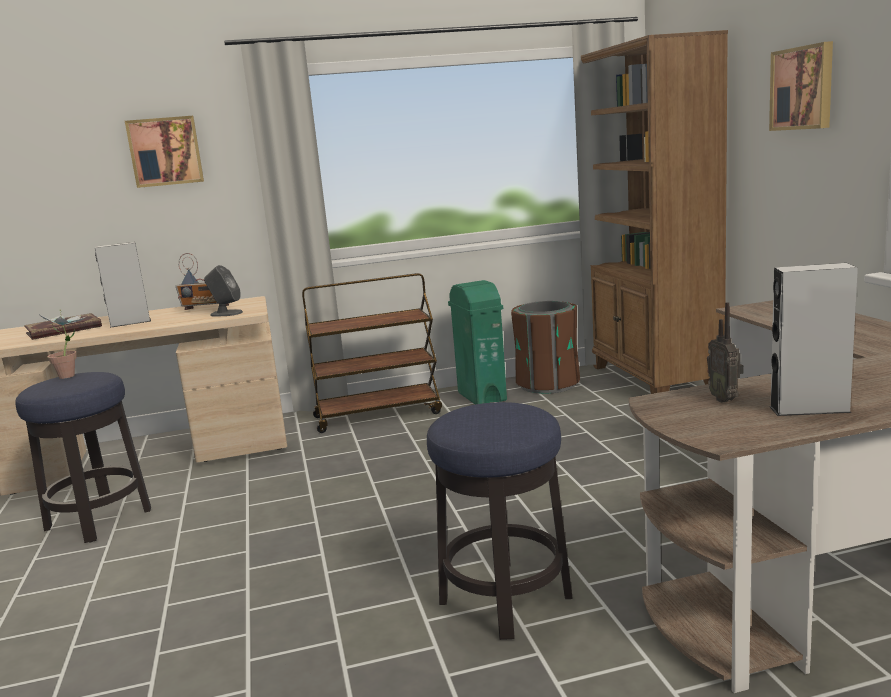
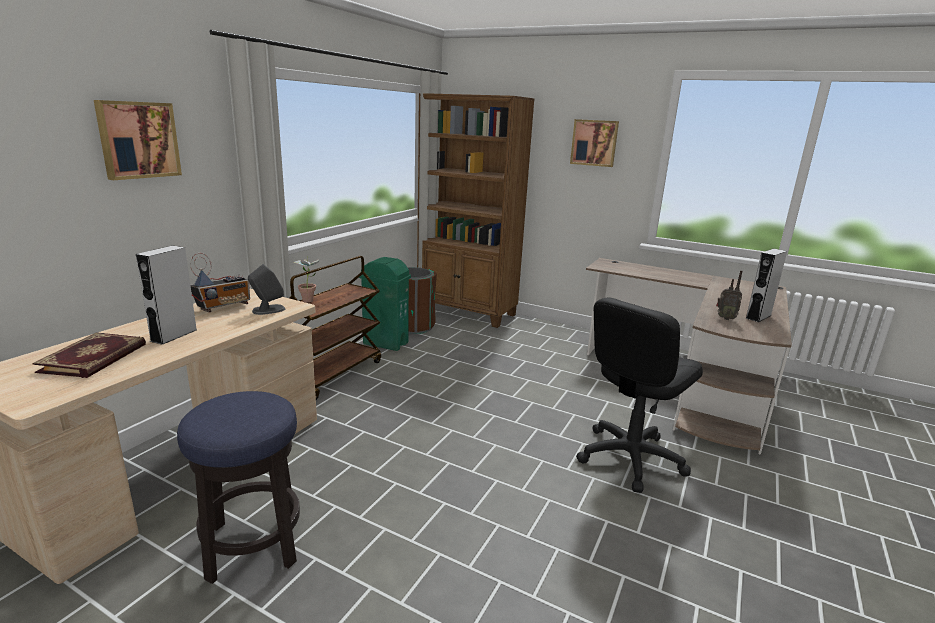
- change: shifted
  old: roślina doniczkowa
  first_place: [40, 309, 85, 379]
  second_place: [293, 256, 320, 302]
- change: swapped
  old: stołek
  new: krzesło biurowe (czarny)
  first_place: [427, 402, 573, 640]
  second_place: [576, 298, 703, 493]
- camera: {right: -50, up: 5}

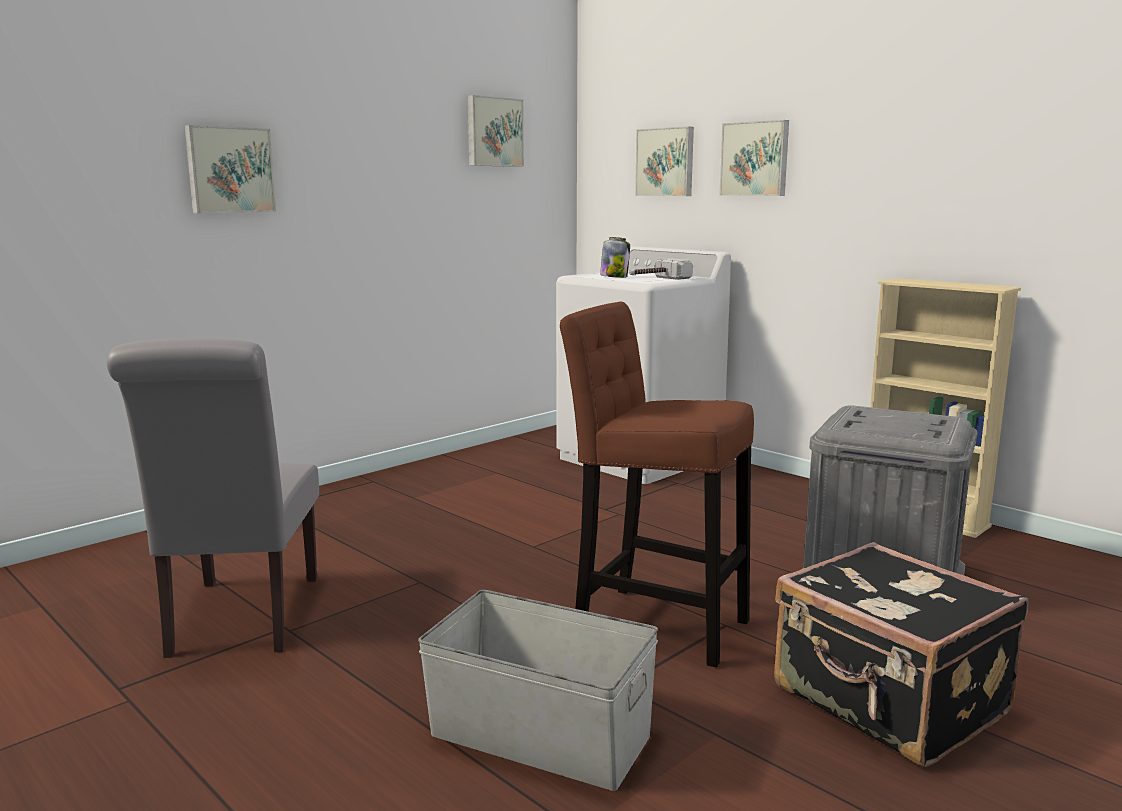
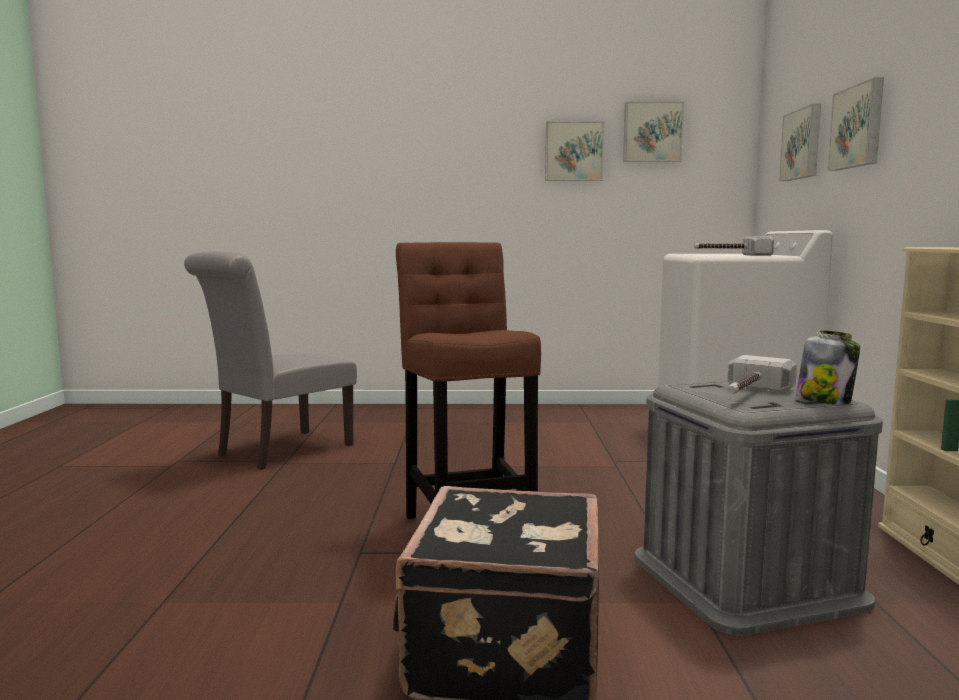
- change: shifted
  old: obraz
  first_place: [184, 125, 276, 213]
  second_place: [545, 121, 604, 181]
- change: gone
  old: pojemnik do przechowywania (szary)
  first_place: [418, 590, 658, 791]
- change: shifted
  old: słoik
  first_place: [600, 237, 630, 278]
  second_place: [796, 330, 860, 405]
- change: new
  new: młotek
  second_place: [727, 355, 797, 394]
- camera: {right: 45, up: -5}

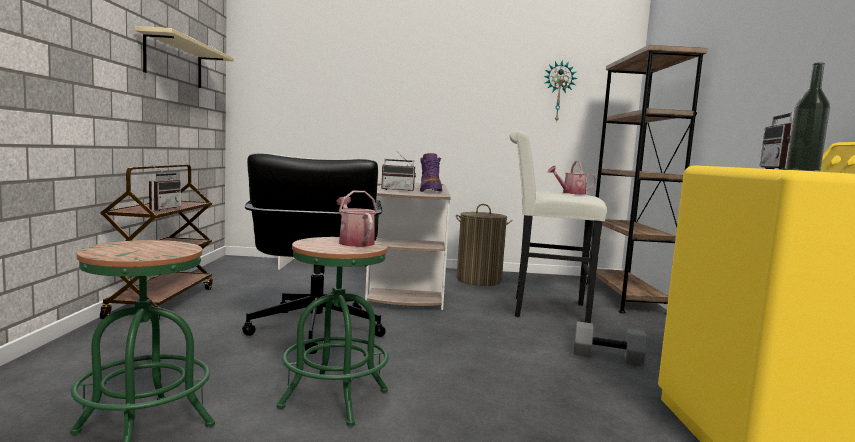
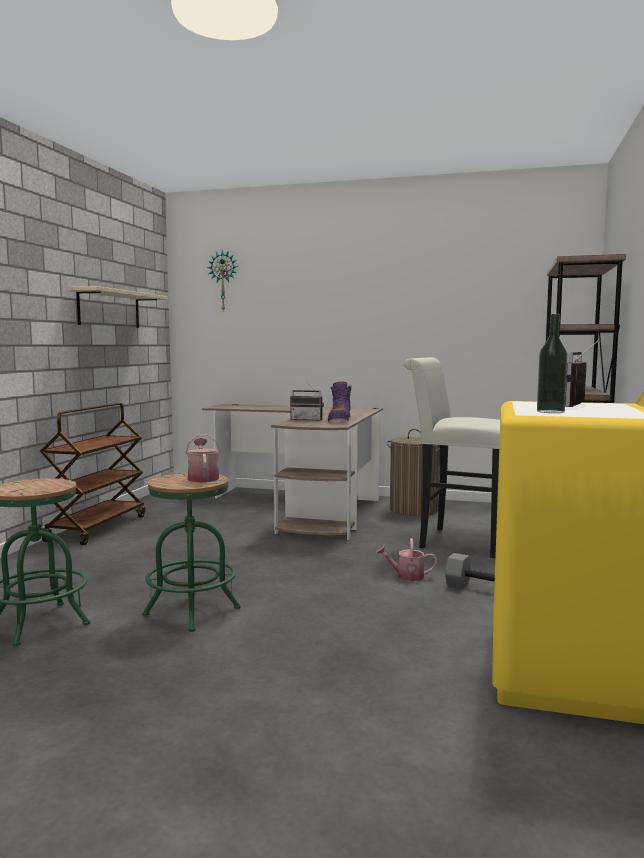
- change: gone
  old: radio
  first_place: [149, 163, 181, 211]
- change: gone
  old: krzesło biurowe (czarny)
  first_place: [242, 153, 386, 354]
- change: shifted
  old: zegar ścienny
  first_place: [544, 61, 578, 123]
  second_place: [207, 250, 238, 312]
- change: shifted
  old: konewka
  first_place: [547, 161, 596, 195]
  second_place: [376, 538, 437, 581]
- camera: {right: 15, up: 0}

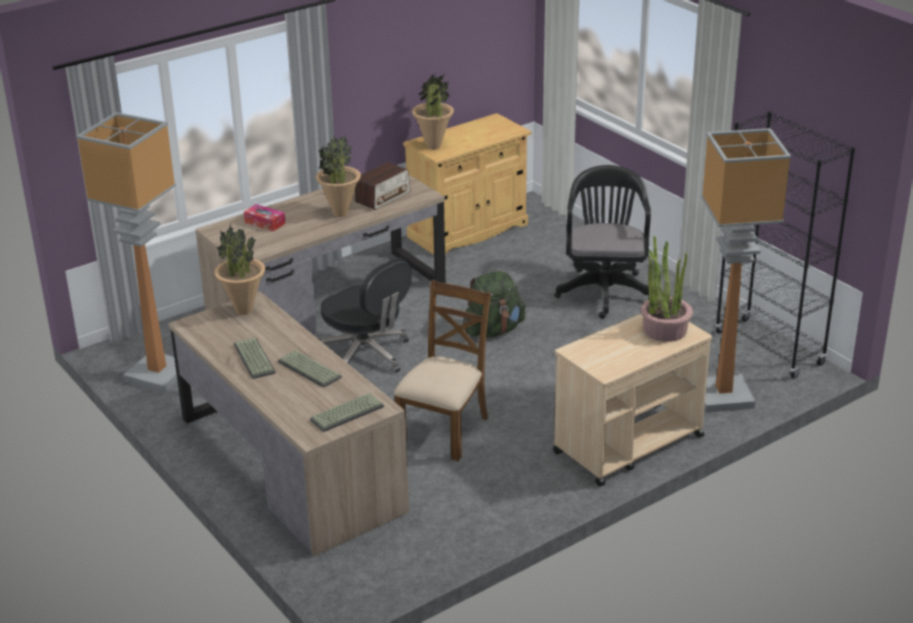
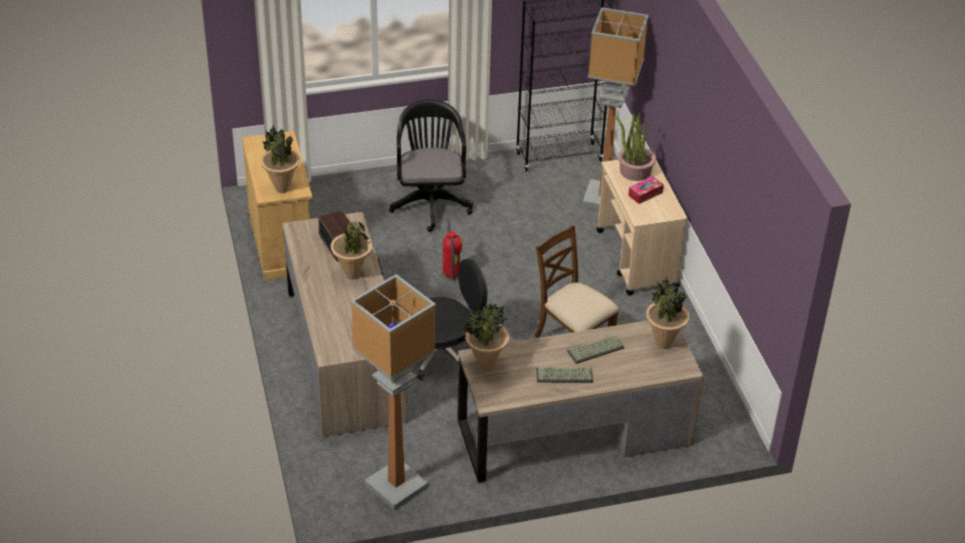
- change: shifted
  old: pudełko chusteczek
  first_place: [244, 204, 285, 232]
  second_place: [628, 176, 664, 204]
- change: swapped
  old: klawiatura
  new: roślina doniczkowa
  first_place: [310, 393, 384, 432]
  second_place: [646, 277, 689, 349]
- change: swapped
  old: plecak (zielony)
  new: gaśnica
  first_place: [463, 271, 525, 338]
  second_place: [443, 219, 462, 281]
- change: rotated
  old: krzesło biurowe (czarny)
  first_place: [554, 165, 651, 319]
  second_place: [389, 99, 473, 232]
  degrees: 60
- camera: {right: -70, up: 10}

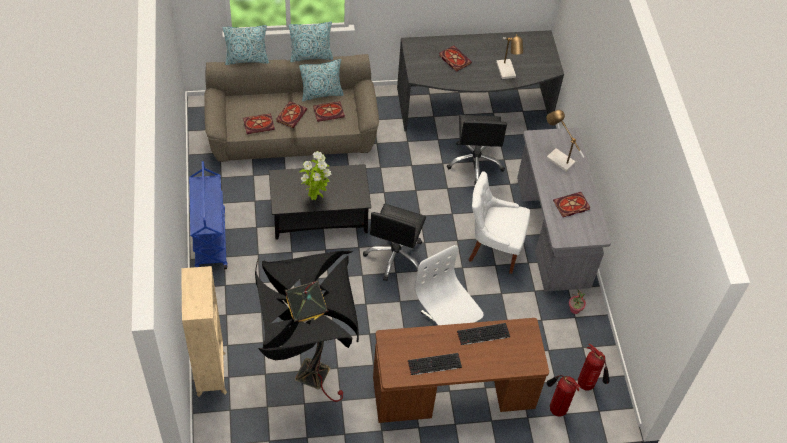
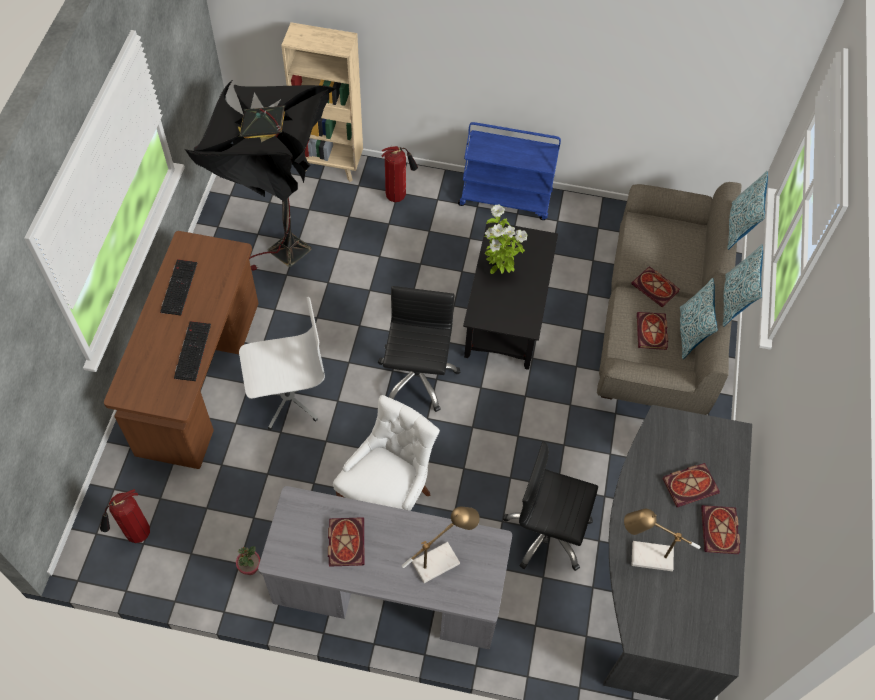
- change: shifted
  old: książka
  first_place: [243, 113, 275, 134]
  second_place: [701, 505, 740, 554]
- change: rotated
  old: krzesło biurowe (czarny)
  first_place: [363, 204, 426, 281]
  second_place: [378, 286, 460, 412]
  degrees: 60
- change: shifted
  old: gaśnica
  first_place: [547, 375, 581, 417]
  second_place: [381, 146, 418, 202]
- camera: {right: 110, up: 5}

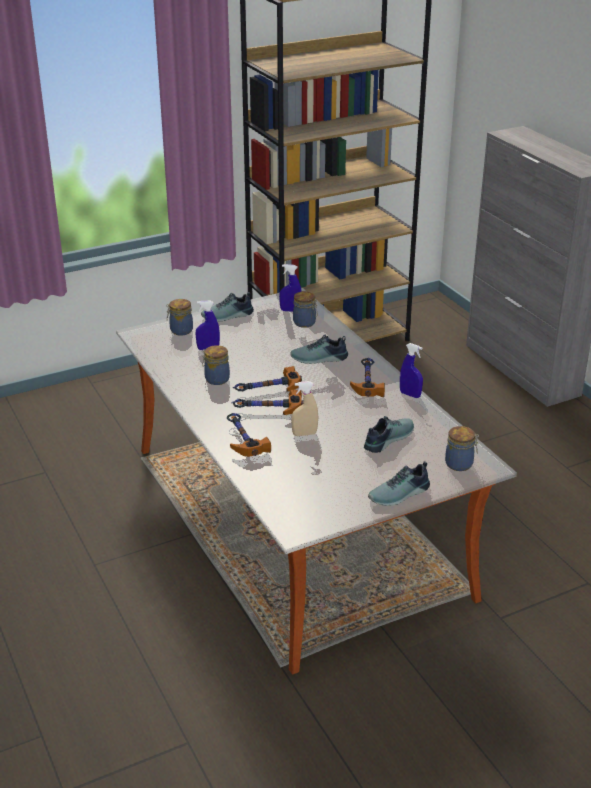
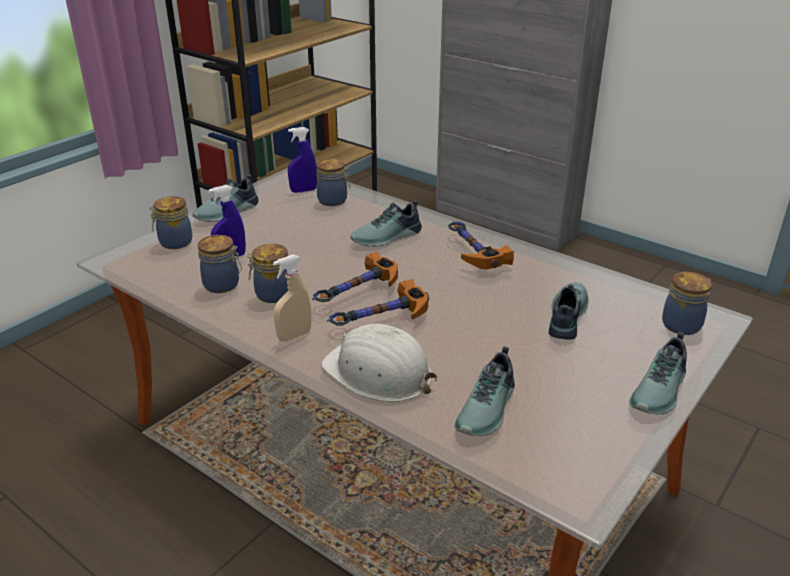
- change: swapped
  old: młotek
  new: kask (biały)
  first_place: [227, 413, 271, 457]
  second_place: [321, 324, 437, 402]
- change: shifted
  old: spryskiwacz (beżowy)
  first_place: [291, 381, 318, 436]
  second_place: [273, 255, 311, 342]
- change: gone
  old: spryskiwacz (niebieski)
  first_place: [400, 343, 423, 398]
- change: new
  new: słoik
  second_place: [198, 235, 242, 293]
- change: new
  new: but
  second_place: [455, 346, 515, 436]
- camera: {right: -25, up: 0}

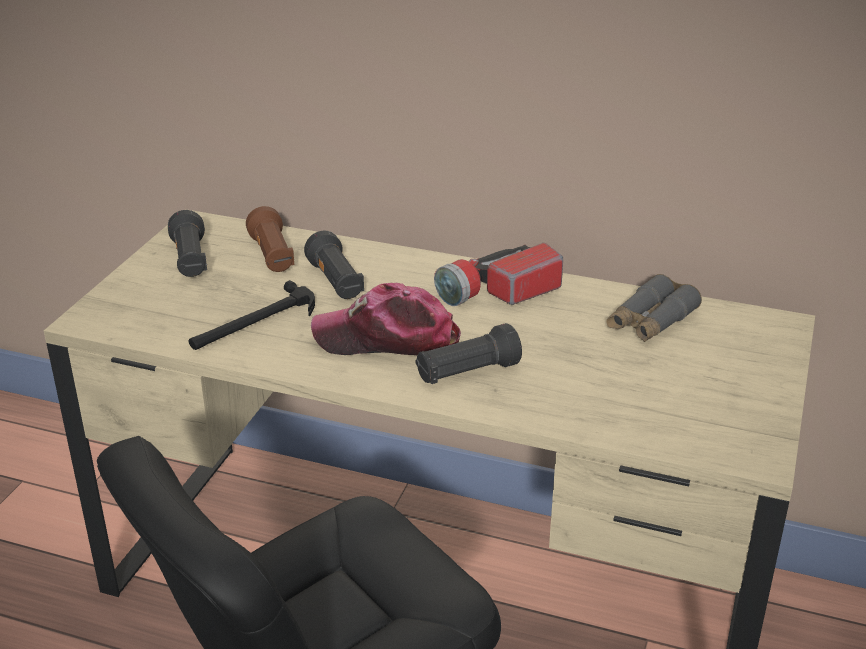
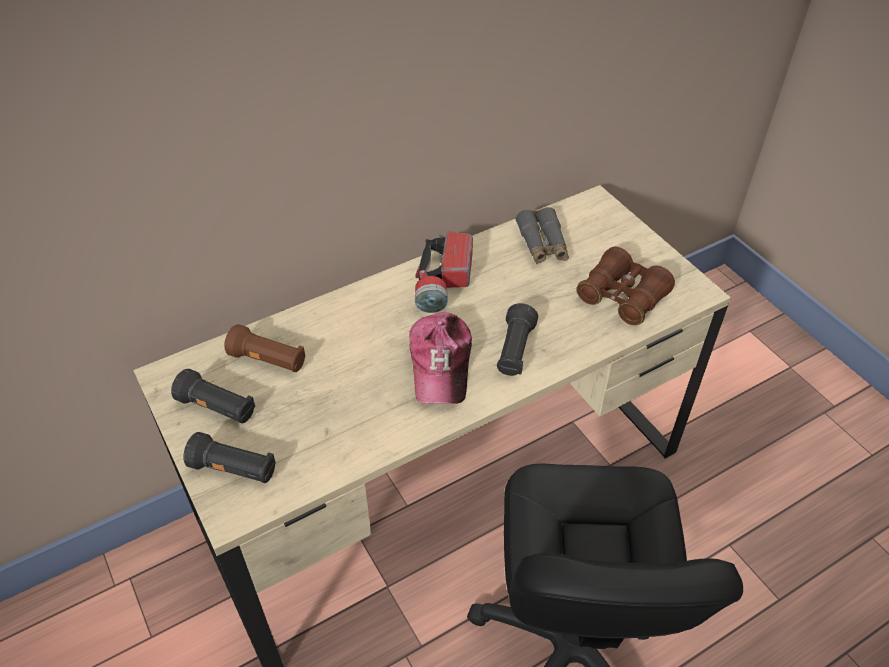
- change: gone
  old: młotek
  first_place: [189, 280, 315, 350]
- change: shifted
  old: latarka (czarny)
  first_place: [304, 230, 364, 299]
  second_place: [183, 432, 276, 483]
- change: rotated
  old: czapka z daszkiem
  first_place: [311, 283, 461, 355]
  second_place: [409, 312, 472, 404]
  degrees: -45
- change: new
  new: lornetka (brązowy)
  second_place: [576, 247, 675, 326]
- camera: {right: -50, up: 15}

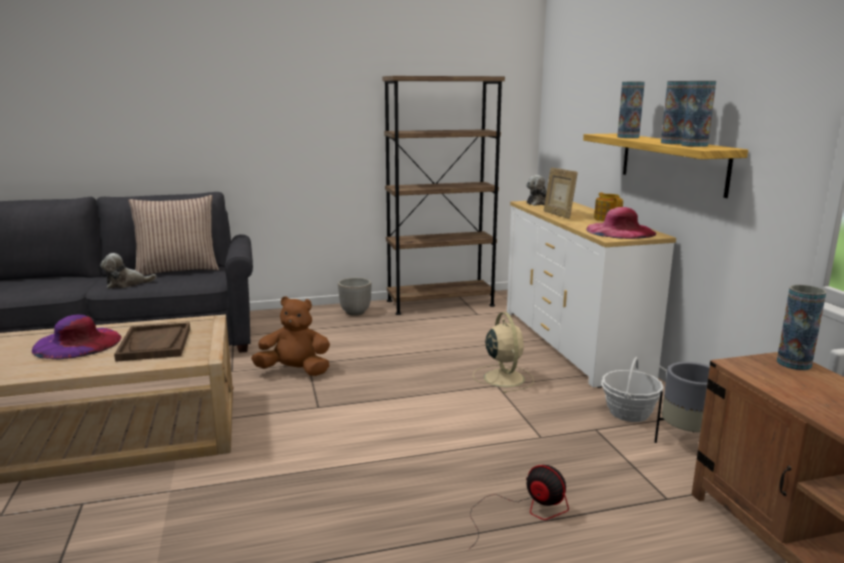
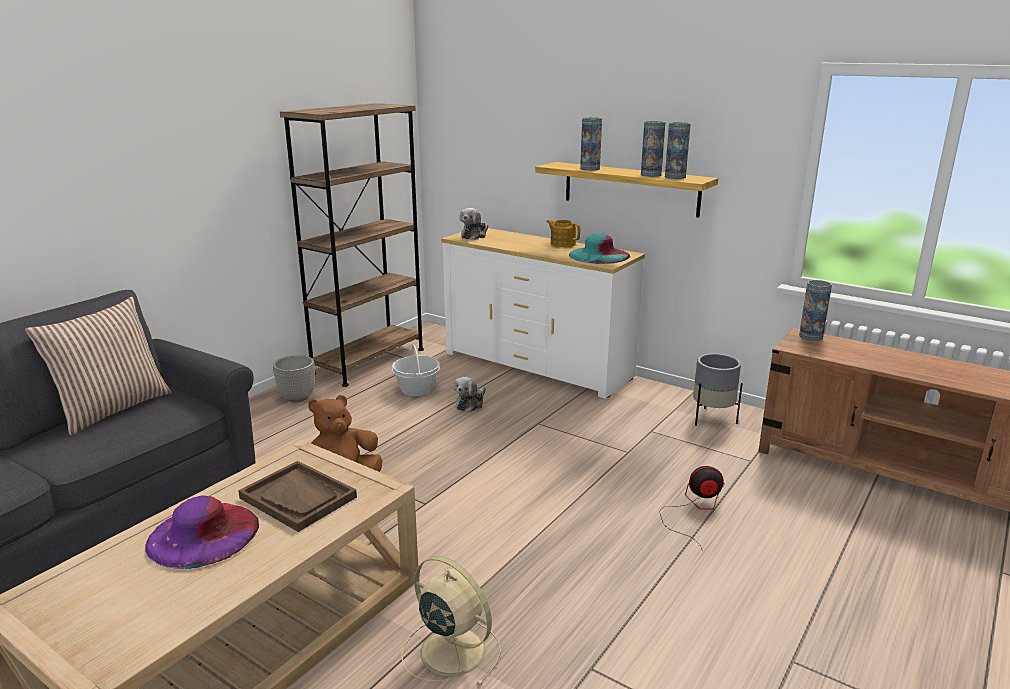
- change: shifted
  old: pluszak
  first_place: [100, 253, 157, 289]
  second_place: [454, 377, 486, 412]
- change: shifted
  old: wentylator (beżowy)
  first_place: [473, 312, 534, 393]
  second_place: [401, 556, 501, 686]
- change: gone
  old: ramka na zdjęcie
  first_place: [544, 168, 578, 218]
- change: repainted
  old: kapelusz (różowy)
  new: kapelusz (turkusowy)
  first_place: [586, 207, 656, 239]
  second_place: [569, 233, 630, 264]
- change: shifted
  old: koszyk
  first_place: [601, 357, 664, 422]
  second_place: [392, 344, 440, 396]
- camera: {right: -40, up: 5}

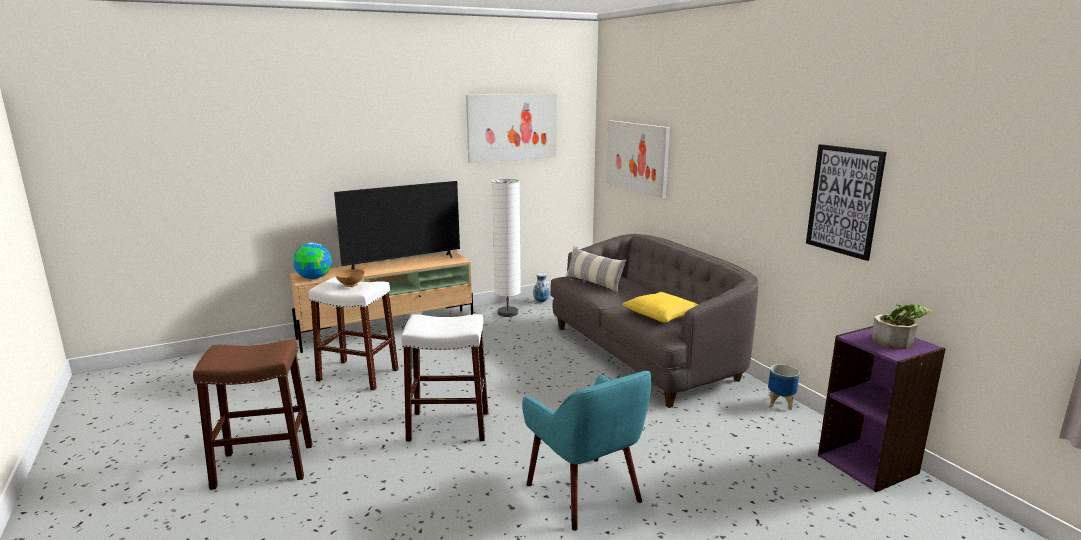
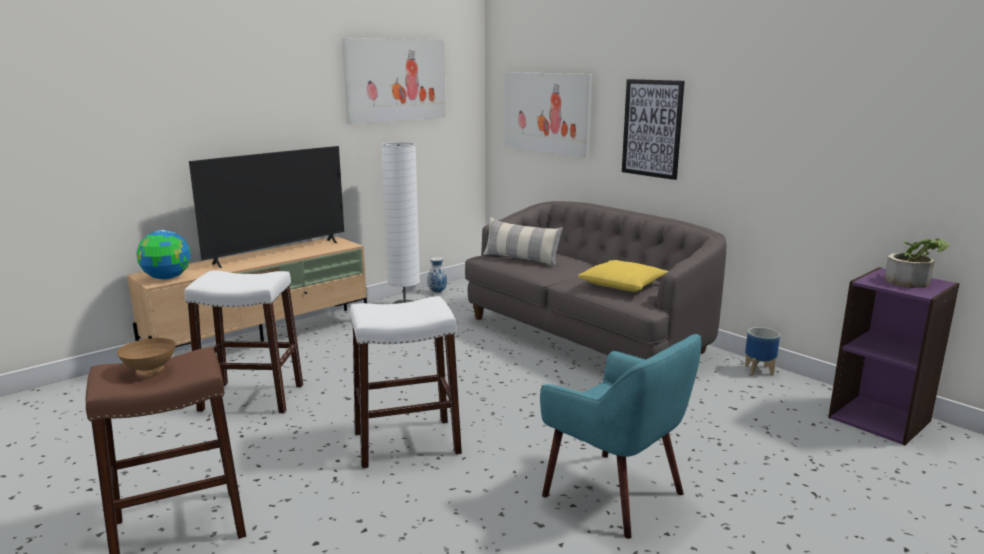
- change: shifted
  old: miska (brązowy)
  first_place: [335, 269, 364, 287]
  second_place: [117, 338, 176, 375]
- change: shifted
  old: obraz
  first_place: [806, 144, 886, 261]
  second_place: [622, 79, 685, 180]
- camera: {right: -15, up: 0}

